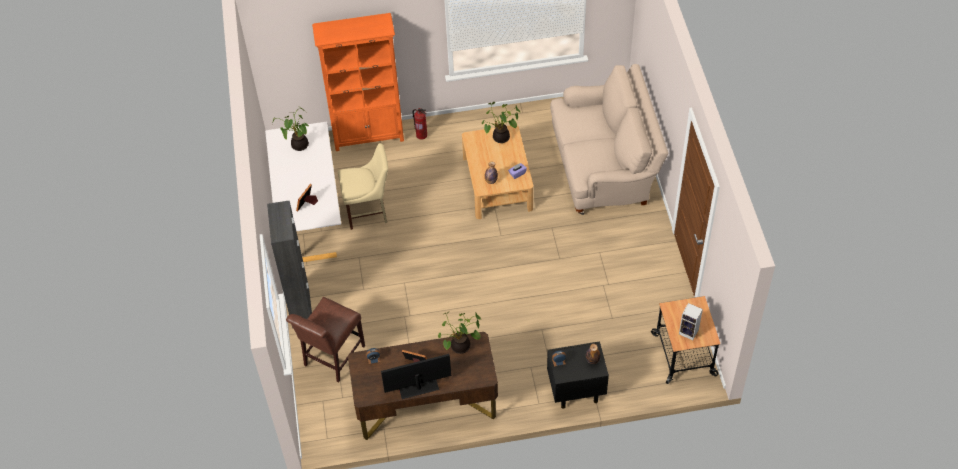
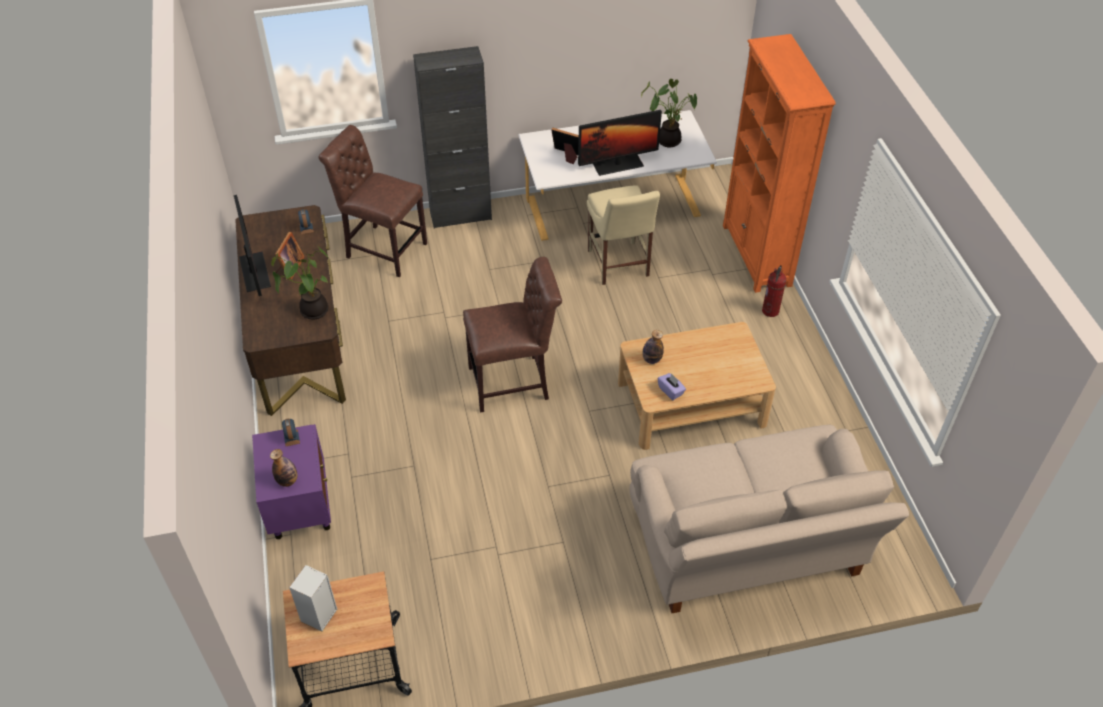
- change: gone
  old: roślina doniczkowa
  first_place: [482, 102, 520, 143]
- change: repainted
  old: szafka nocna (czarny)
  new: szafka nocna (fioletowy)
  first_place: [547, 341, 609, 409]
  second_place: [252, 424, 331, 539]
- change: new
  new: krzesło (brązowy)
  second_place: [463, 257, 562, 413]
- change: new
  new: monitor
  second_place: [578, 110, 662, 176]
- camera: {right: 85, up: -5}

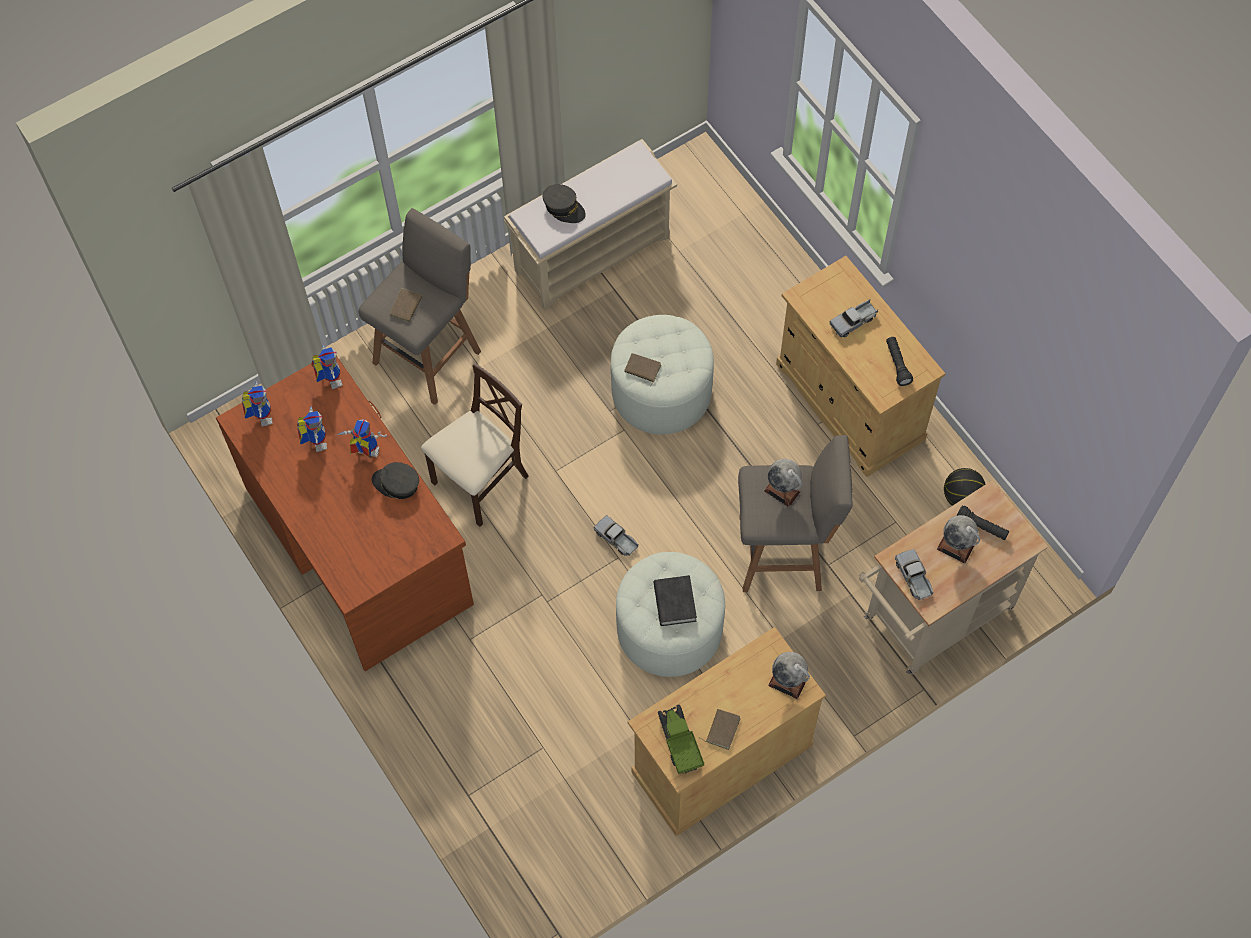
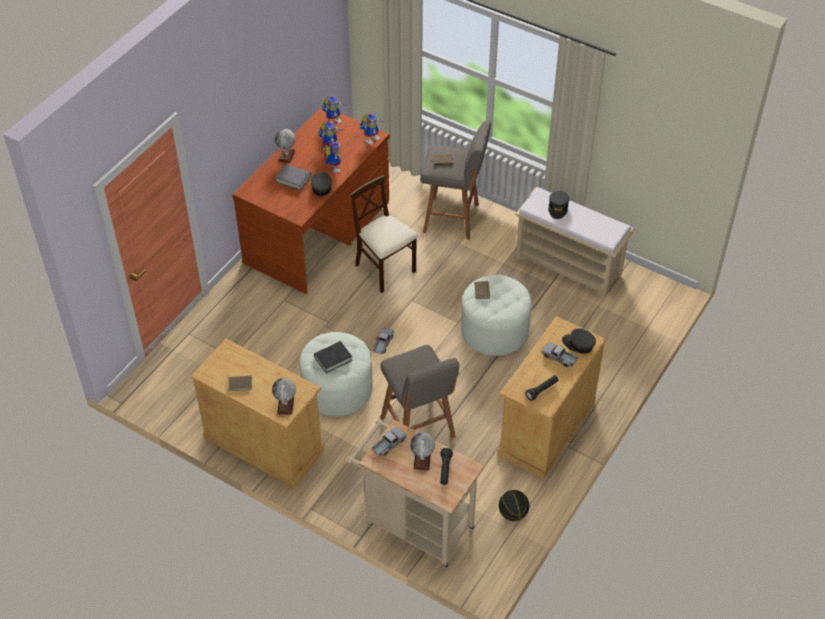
- change: rotated
  old: krzesło (beżowy)
  first_place: [421, 363, 528, 527]
  second_place: [350, 176, 418, 293]
  degrees: -150
- change: gone
  old: ciężarówka zabawkowa
  first_place: [658, 705, 704, 774]
- change: shifted
  old: globus
  first_place: [764, 459, 802, 507]
  second_place: [275, 129, 295, 163]
- change: new
  new: książka (szary)
  second_place: [275, 164, 311, 190]
- change: new
  new: czapka z daszkiem (szary)
  second_place: [562, 328, 596, 354]
- camera: {right: 65, up: -15}

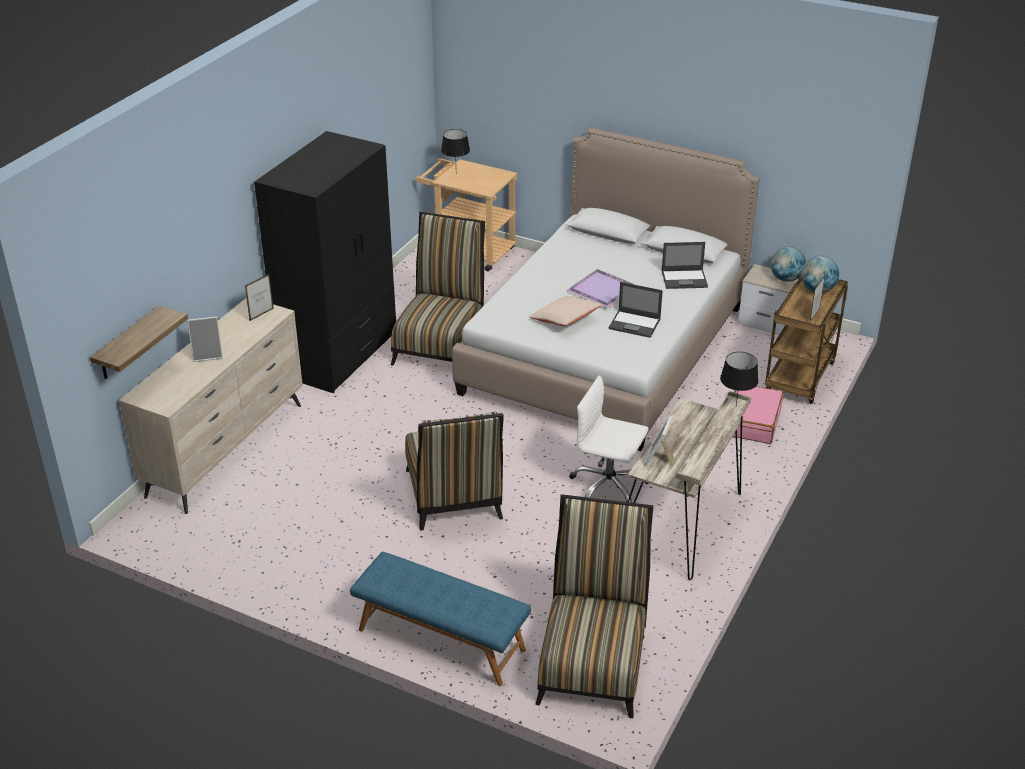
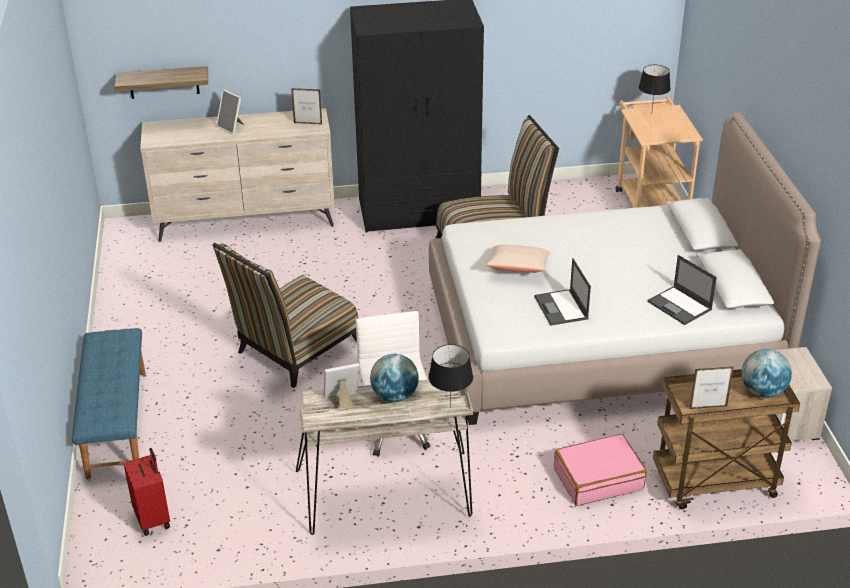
- change: swapped
  old: krzesło
  new: walizka (czerwony)
  first_place: [535, 494, 653, 718]
  second_place: [124, 448, 170, 536]
- change: gone
  old: taca (fioletowy)
  first_place: [566, 269, 634, 308]
- change: shifted
  old: globus
  first_place: [771, 247, 806, 282]
  second_place: [370, 354, 419, 402]
- camera: {right: 55, up: 0}

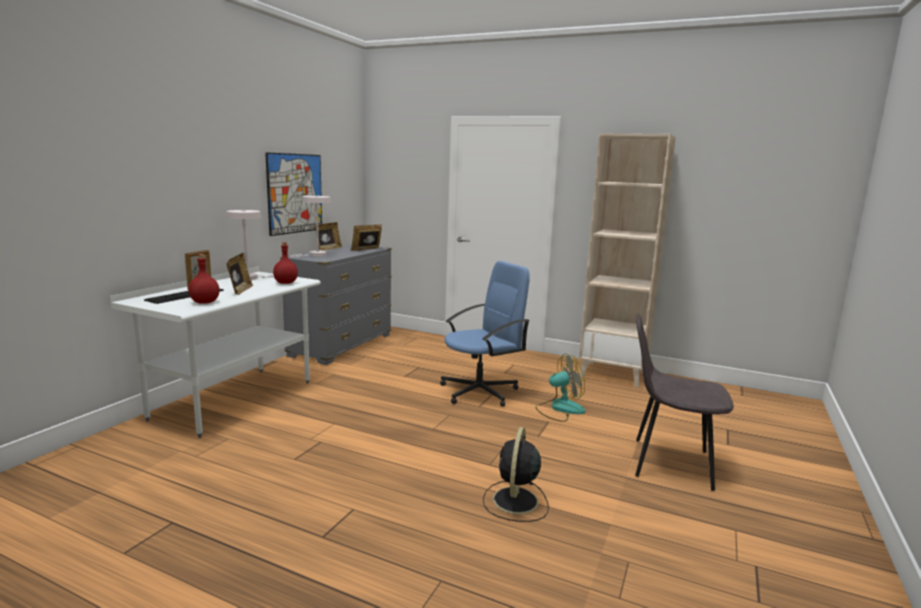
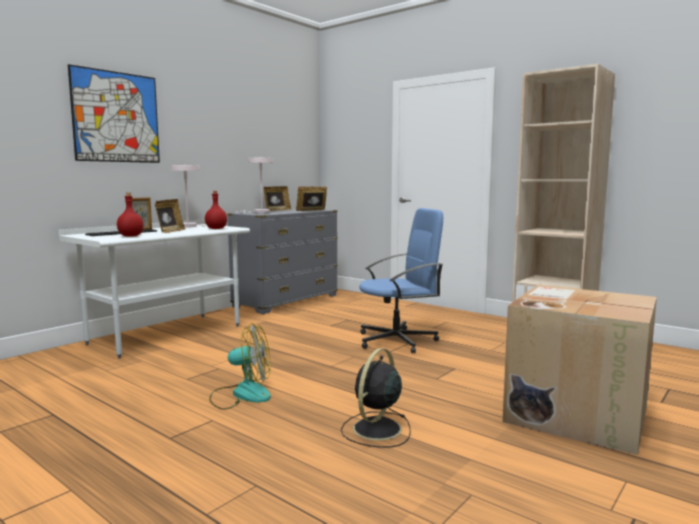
- change: shifted
  old: obraz
  first_place: [265, 152, 322, 236]
  second_place: [68, 64, 160, 163]
- change: shifted
  old: wentylator
  first_place: [535, 354, 586, 422]
  second_place: [209, 323, 271, 410]
- change: swapped
  old: krzesło (szary)
  new: karton
  first_place: [635, 313, 734, 491]
  second_place: [502, 285, 657, 455]
- camera: {right: 15, up: -5}

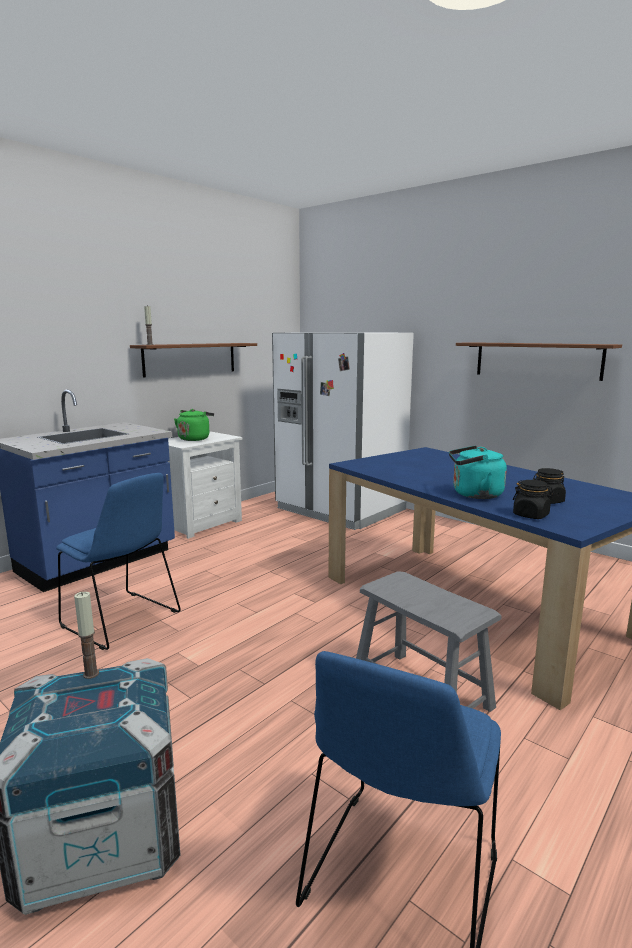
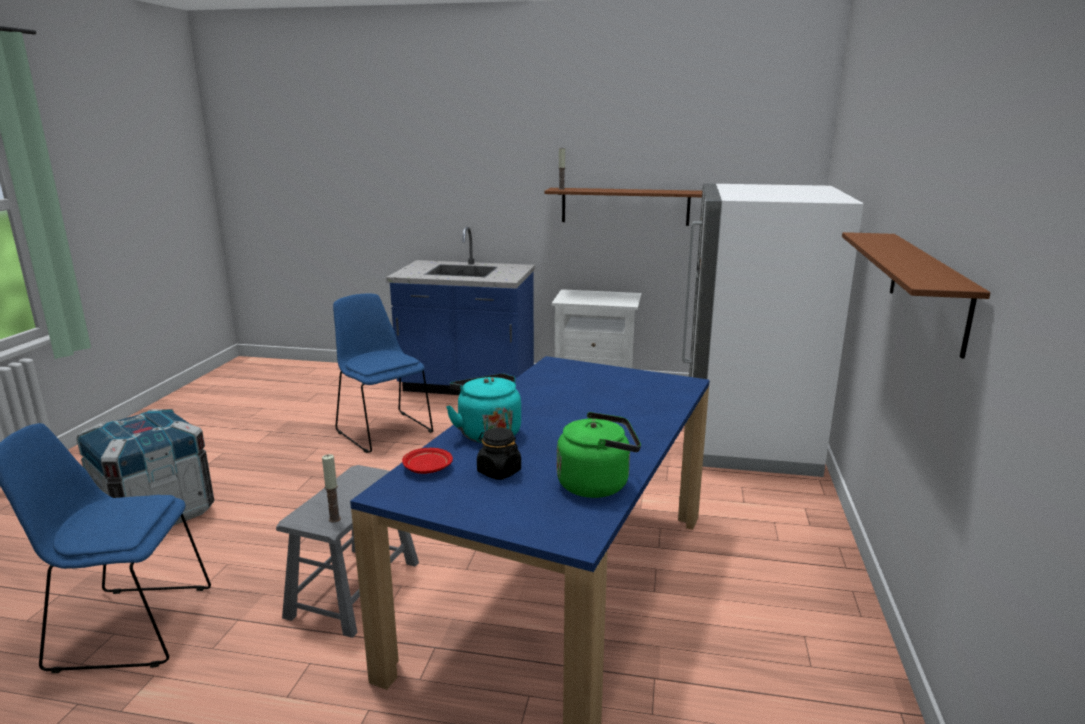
- change: rotated
  old: krzesło (niebieski)
  first_place: [56, 473, 181, 650]
  second_place: [333, 293, 433, 453]
  degrees: 135
- change: shifted
  old: świeca
  first_place: [74, 591, 99, 679]
  second_place: [322, 454, 341, 523]
- change: shifted
  old: czajnik (zielony)
  first_place: [174, 409, 214, 441]
  second_place: [557, 412, 641, 498]
- change: swapped
  old: słoik (czarny)
  new: talerz (czerwony)
  first_place: [513, 480, 555, 519]
  second_place: [402, 448, 453, 474]
- camera: {right: 60, up: 5}

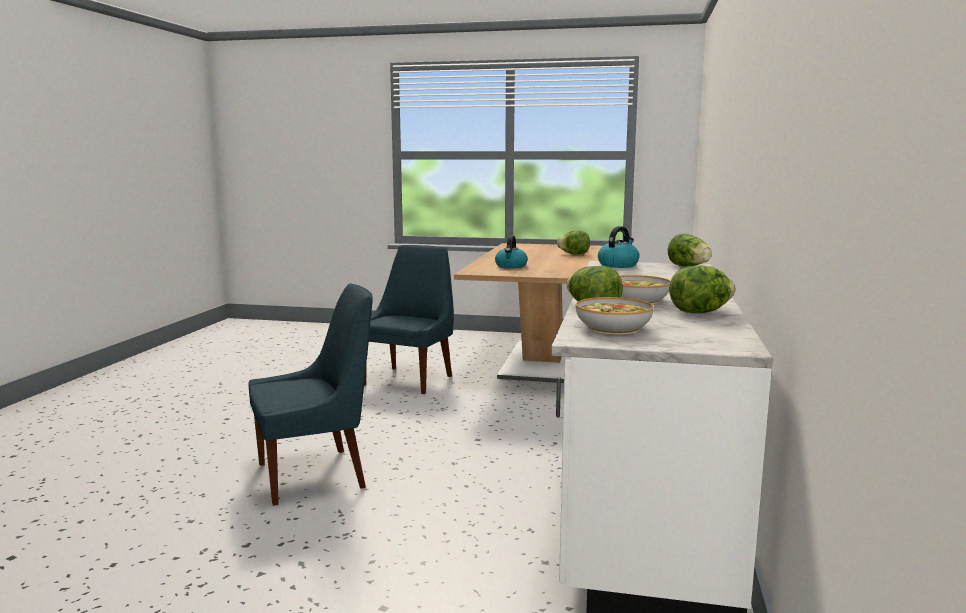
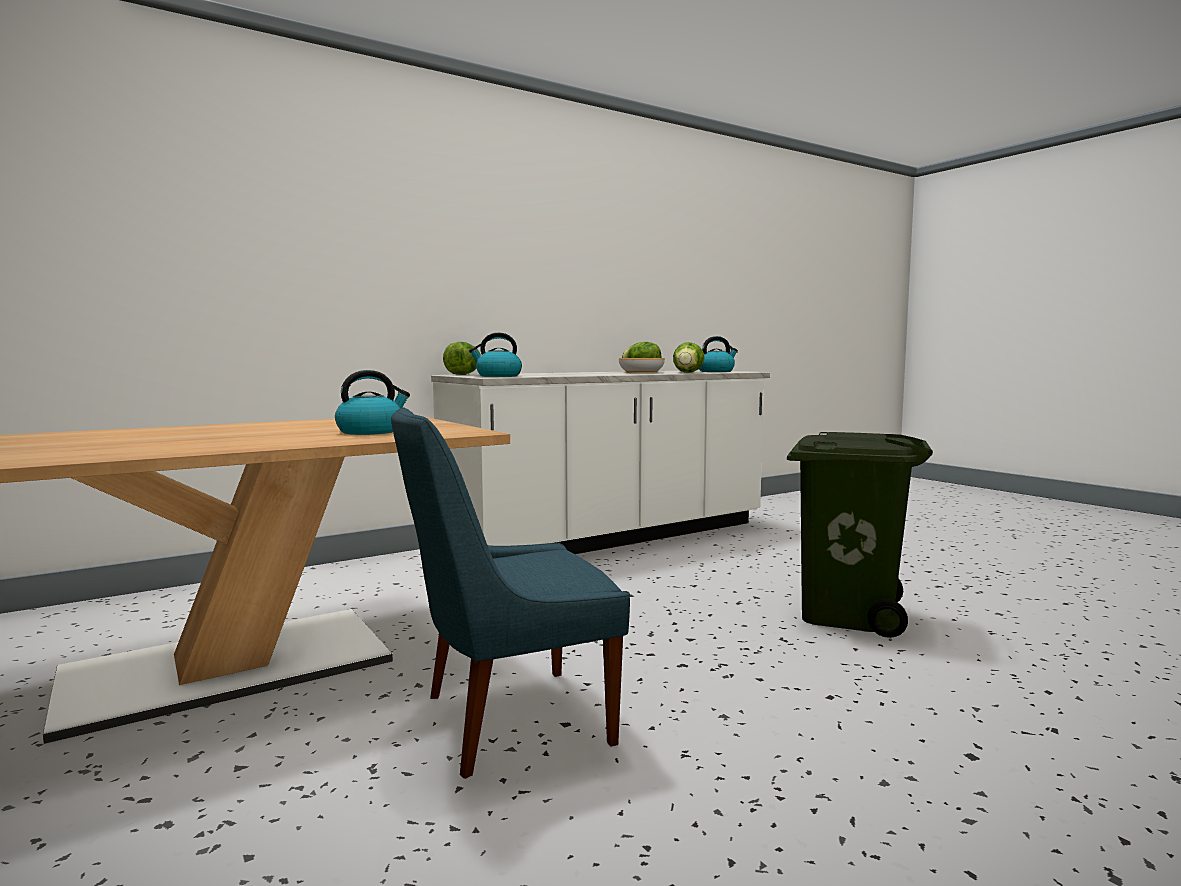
- change: swapped
  old: krzesło (niebieski)
  new: kosz na śmieci (zielony)
  first_place: [248, 284, 373, 506]
  second_place: [787, 432, 933, 638]
- change: gone
  old: sałata
  first_place: [557, 231, 590, 255]
- change: swapped
  old: miska
  new: czajnik
  first_place: [576, 297, 654, 335]
  second_place: [699, 336, 738, 372]
- camera: {right: -135, up: -5}

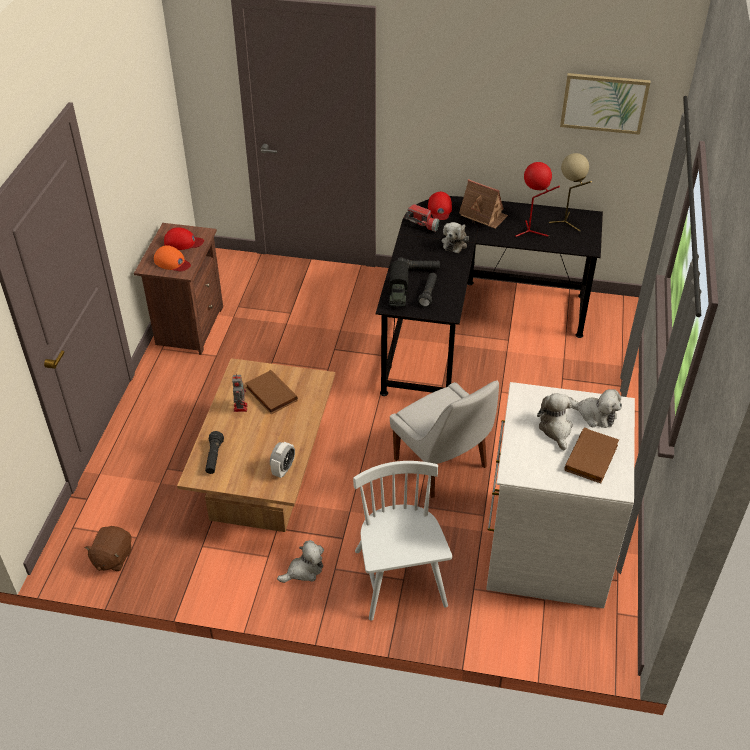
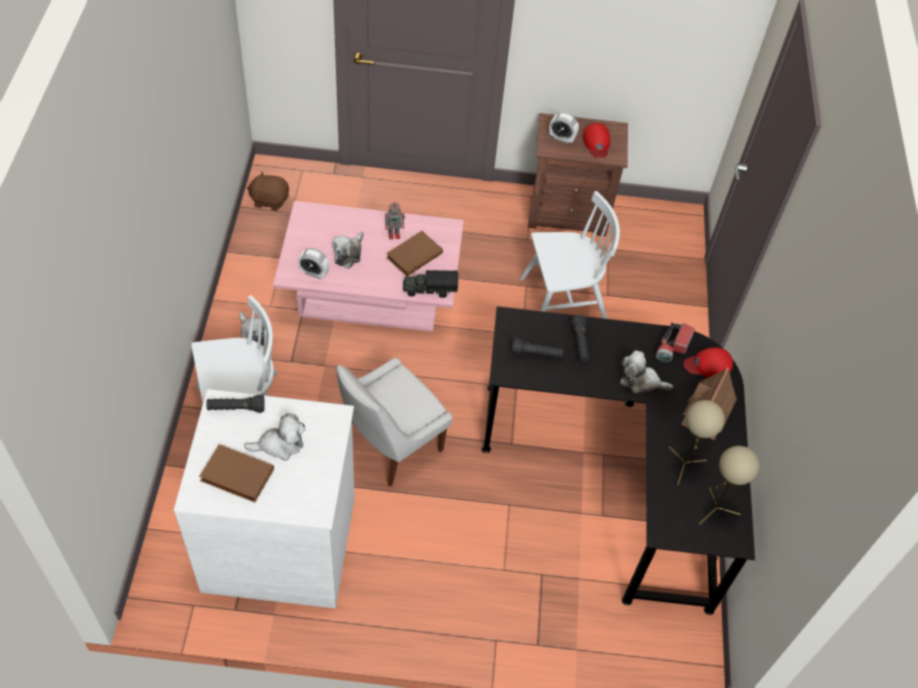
- change: swapped
  old: czapka z daszkiem (pomarańczowy)
  new: budzik
  first_place: [154, 245, 191, 271]
  second_place: [549, 112, 579, 144]
- change: repainted
  old: ława (brązowy)
  new: ława (różowy)
  first_place: [177, 358, 335, 532]
  second_place: [273, 201, 464, 332]
- change: shifted
  old: latarka (czarny)
  first_place: [205, 431, 224, 474]
  second_place: [207, 395, 265, 413]
- change: shifted
  old: ciężarówka zabawkowa
  first_place: [388, 260, 409, 307]
  second_place: [403, 270, 458, 298]
- change: repainted
  old: lampa stołowa (czerwony)
  new: lampa stołowa (beżowy)
  first_place: [515, 162, 560, 237]
  second_place: [668, 400, 725, 487]
- change: gone
  old: obraz
  first_place: [560, 73, 650, 135]
- change: shifted
  old: pluszak
  first_place: [568, 389, 622, 428]
  second_place: [332, 232, 364, 269]
- change: new
  new: krzesło (biały)
  second_place: [520, 191, 620, 319]
- camera: {right: 80, up: 10}

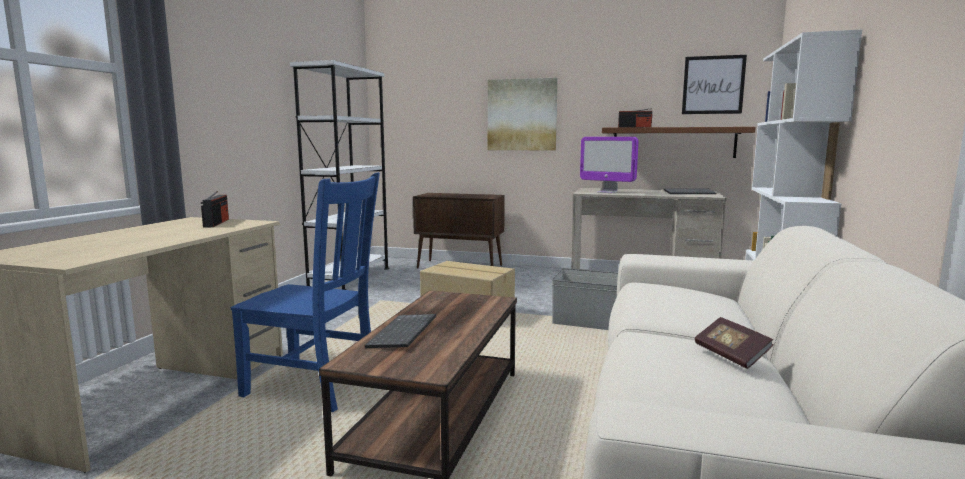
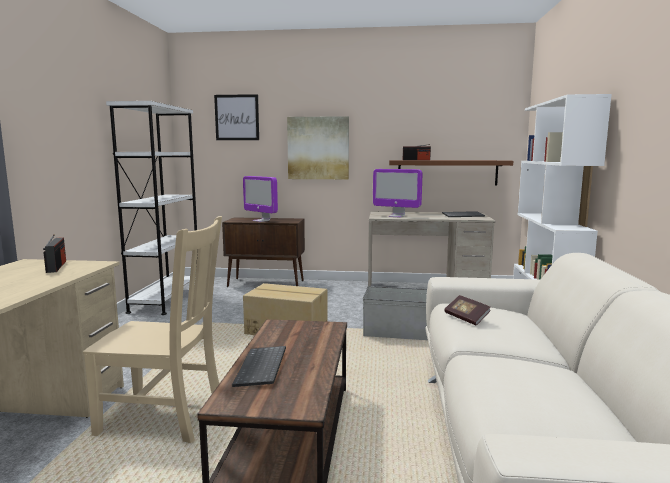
- change: repainted
  old: krzesło (niebieski)
  new: krzesło (beżowy)
  first_place: [231, 172, 380, 412]
  second_place: [83, 216, 222, 443]
- change: shifted
  old: obraz
  first_place: [682, 55, 747, 114]
  second_place: [214, 94, 259, 140]
- change: shifted
  old: książka
  first_place: [695, 317, 773, 369]
  second_place: [444, 295, 491, 326]
- change: new
  new: monitor
  second_place: [243, 176, 278, 222]
- camera: {right: -10, up: 0}

